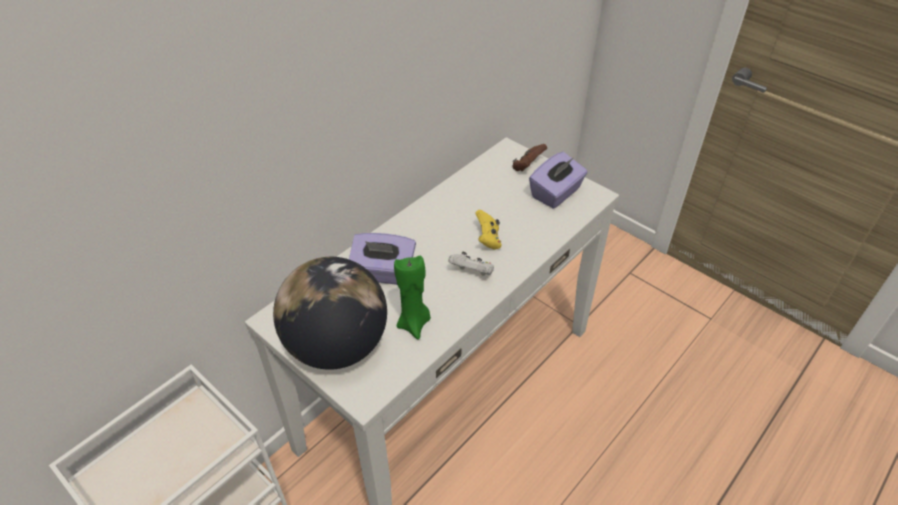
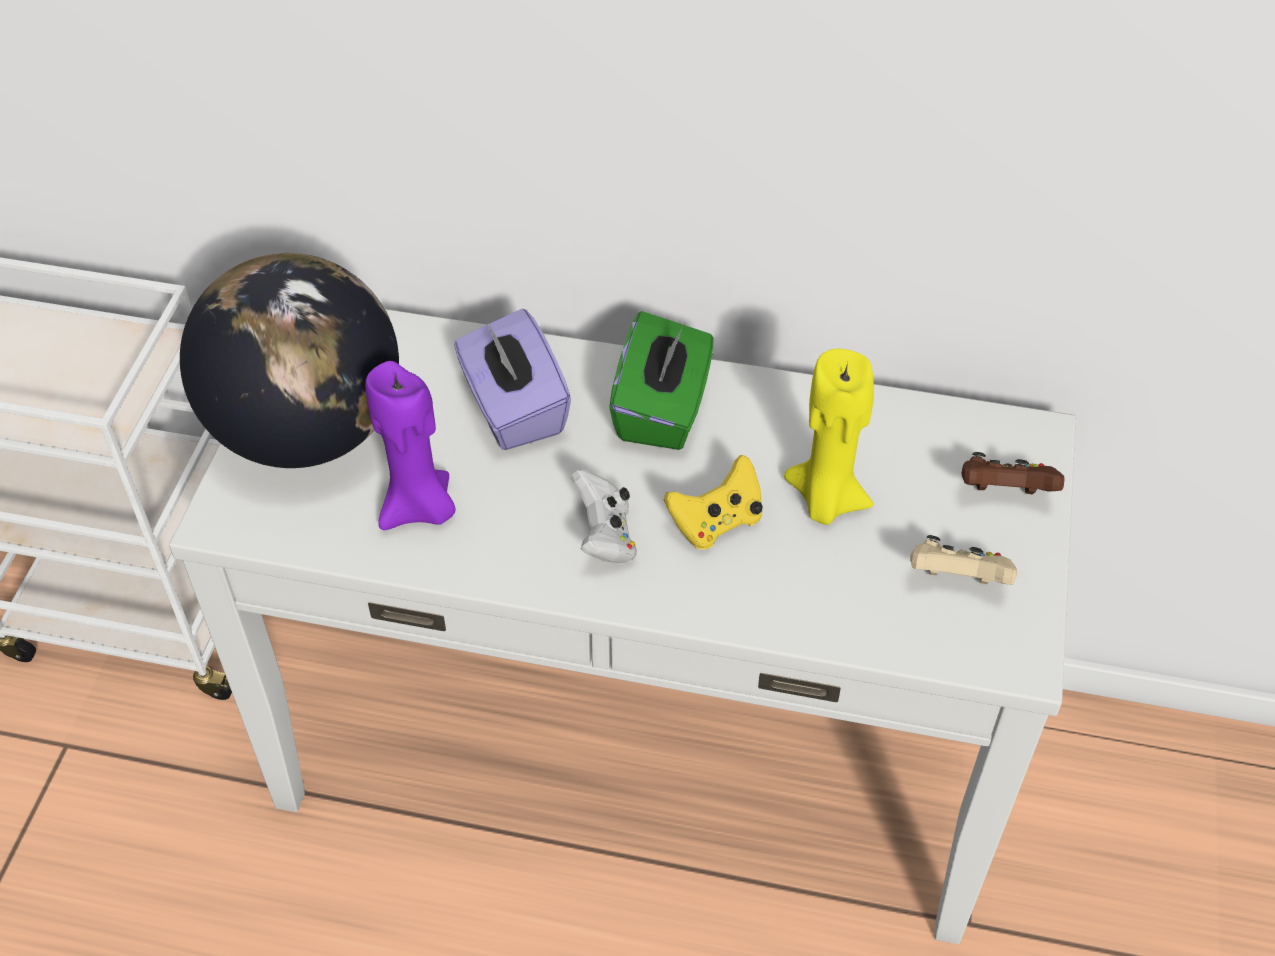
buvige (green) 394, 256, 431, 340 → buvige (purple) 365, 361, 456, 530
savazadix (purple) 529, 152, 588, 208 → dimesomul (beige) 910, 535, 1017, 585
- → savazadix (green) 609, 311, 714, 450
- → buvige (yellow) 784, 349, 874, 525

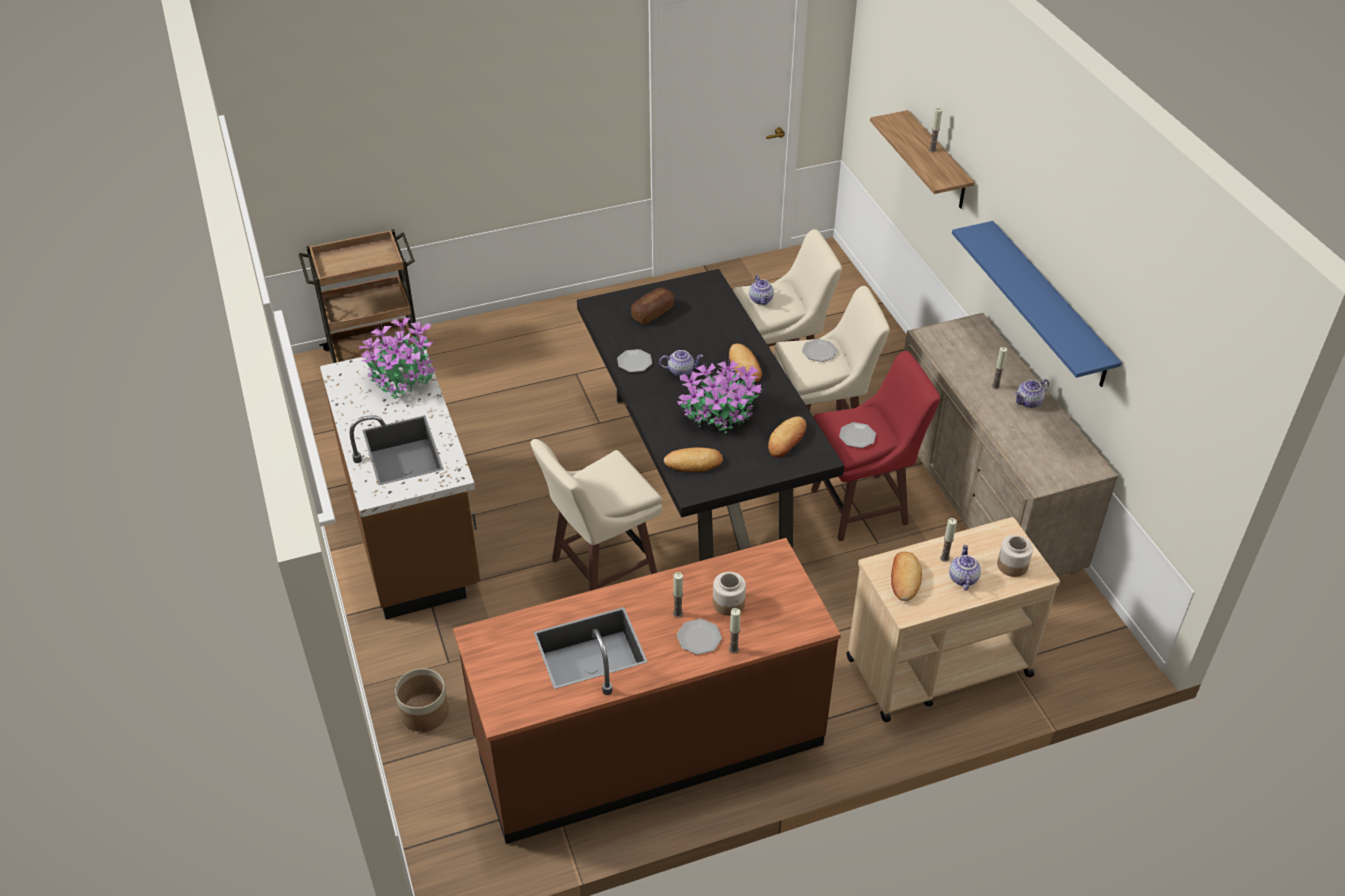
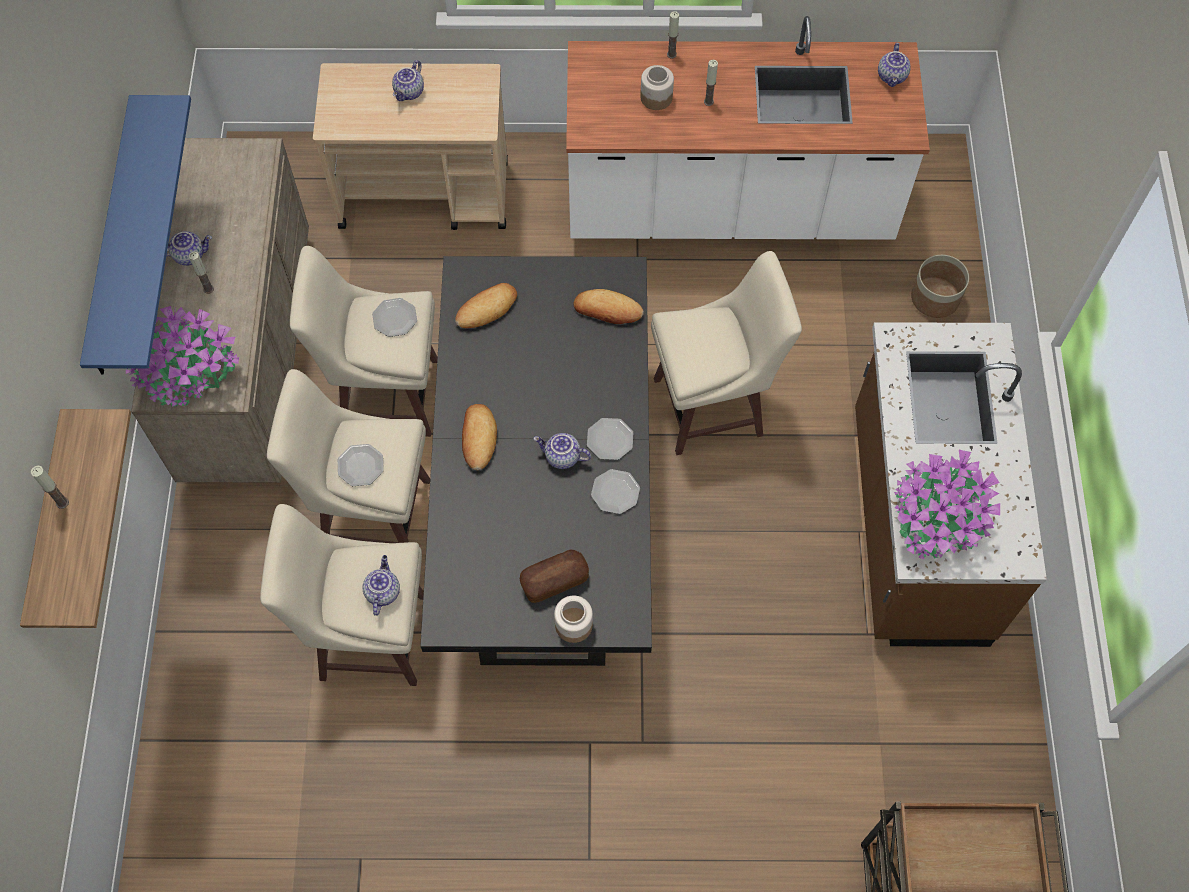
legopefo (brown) 453, 538, 841, 844 → legopefo (white) 566, 16, 930, 240
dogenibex 677, 361, 762, 433 → dogenibex 126, 306, 239, 407, relocated
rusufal 677, 619, 722, 655 → rusufal 587, 418, 633, 460, relocated
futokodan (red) 811, 351, 940, 541 → futokodan (beige) 290, 246, 438, 437
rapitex 891, 552, 922, 601 → -
buvige 940, 518, 957, 562 → -
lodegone 997, 535, 1033, 577 → lodegone 554, 596, 593, 643, relocated
- → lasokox 878, 43, 911, 87

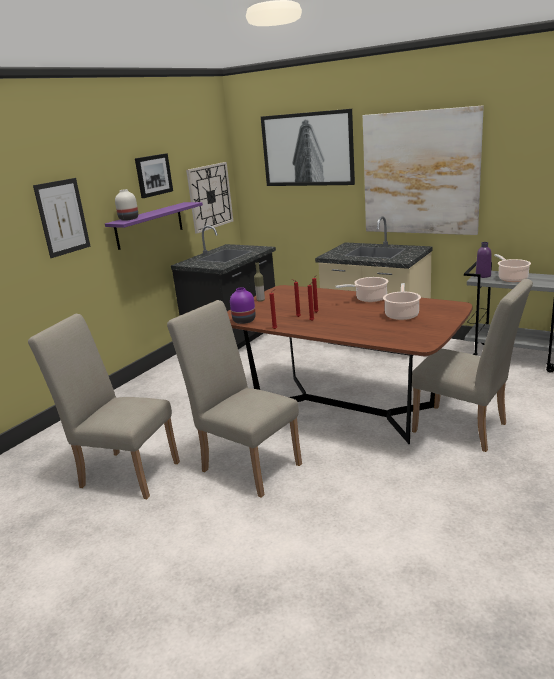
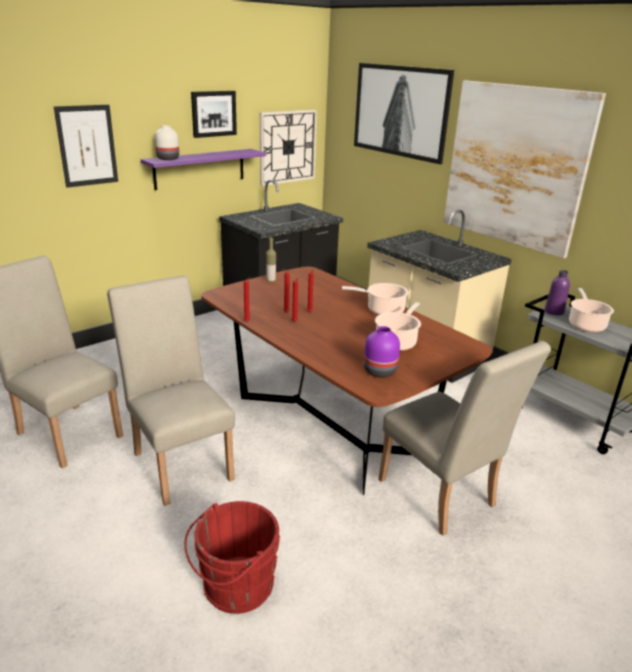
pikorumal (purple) 230, 287, 256, 324 → pikorumal (purple) 364, 326, 400, 378, relocated
- → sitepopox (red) 184, 501, 280, 614

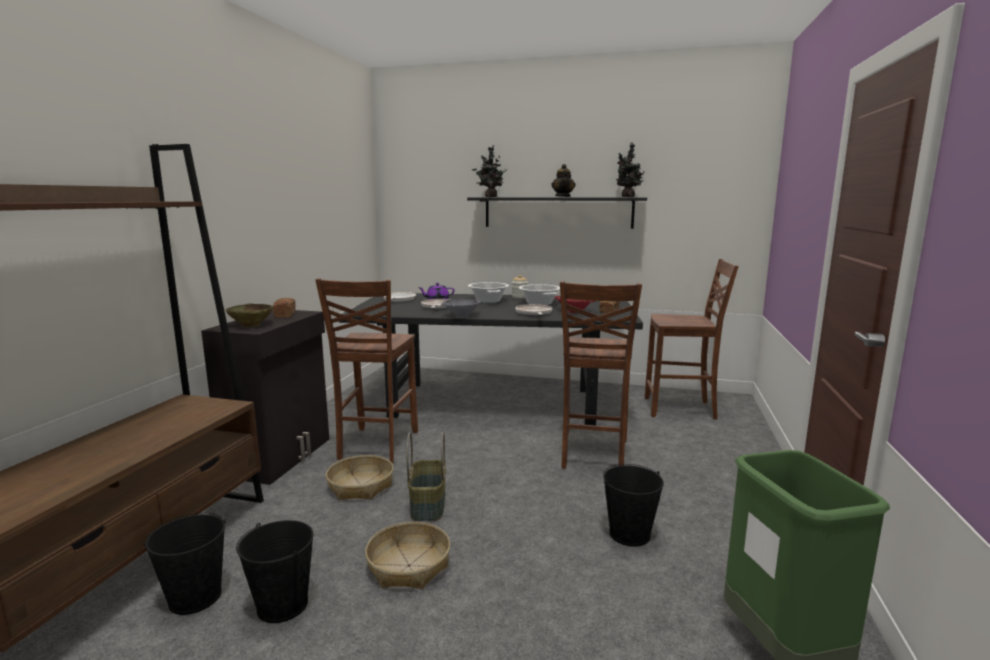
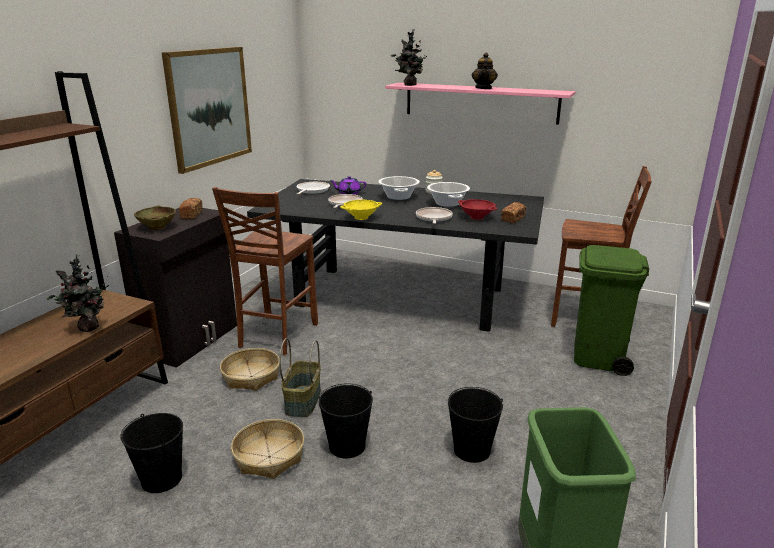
sitepopox (black) 144, 513, 226, 615 → sitepopox (black) 319, 383, 373, 458, relocated
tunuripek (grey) 441, 299, 482, 317 → tunuripek (yellow) 340, 200, 382, 220
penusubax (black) 467, 197, 647, 229 → penusubax (pink) 385, 83, 575, 125
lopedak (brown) 560, 281, 642, 469 → -
dogenibex 616, 143, 644, 197 → dogenibex 47, 254, 109, 332, relocated
- → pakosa 162, 47, 252, 174
- → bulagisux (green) 574, 245, 649, 376

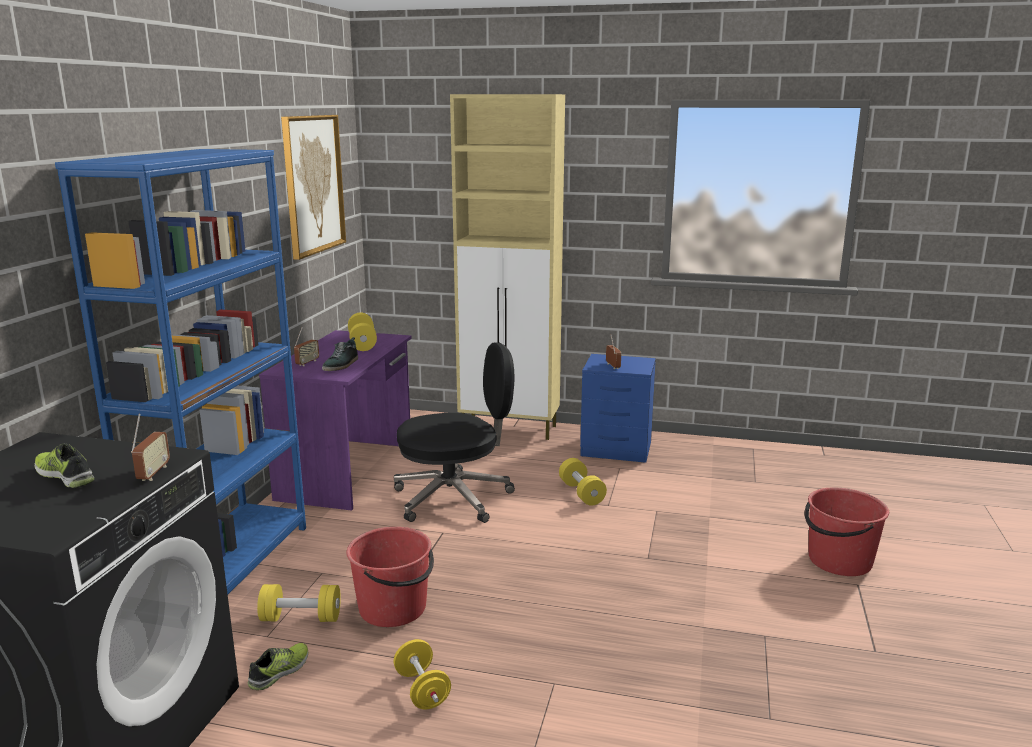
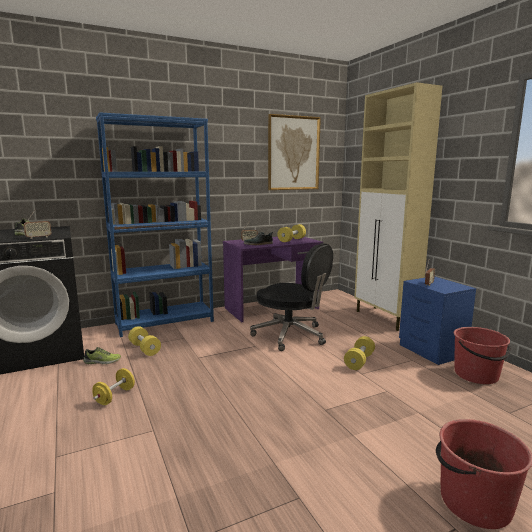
sitepopox (red) 346, 527, 434, 627 → sitepopox (red) 454, 327, 511, 384, relocated

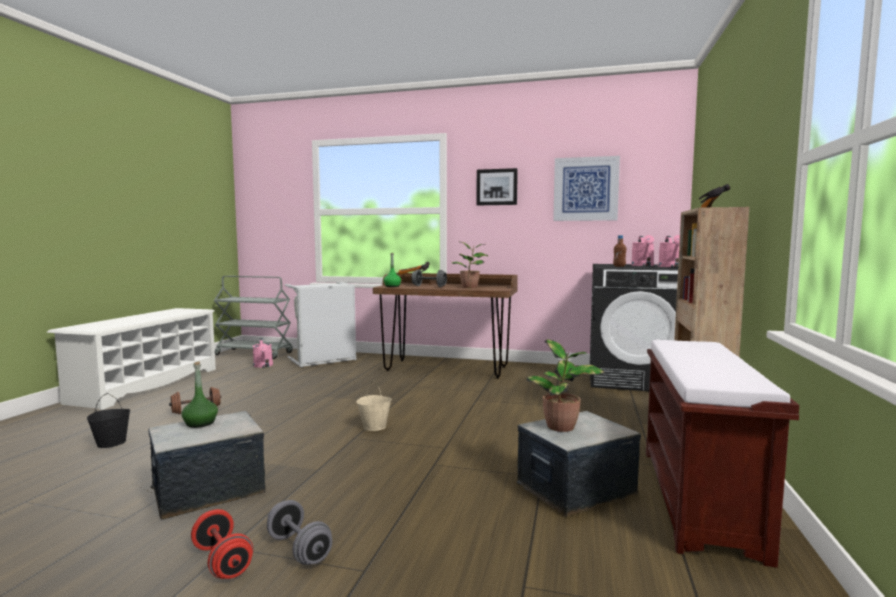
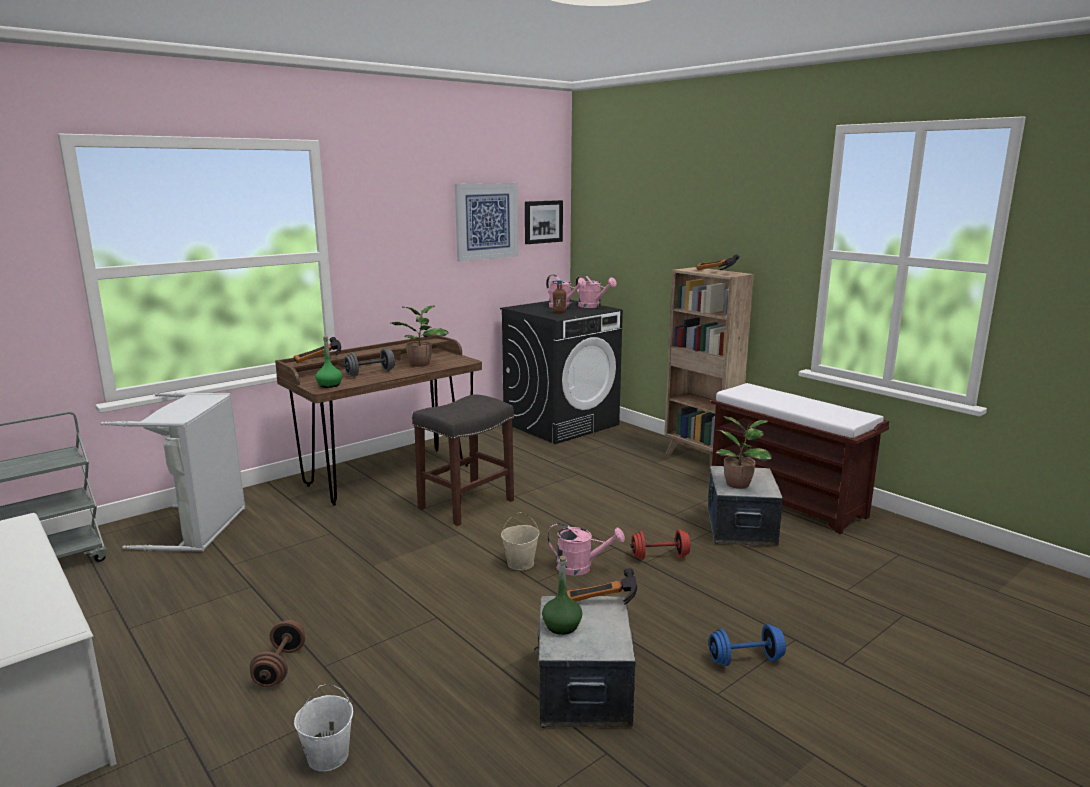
sitepopox (black) 87, 393, 131, 448 → sitepopox (white) 294, 685, 353, 772
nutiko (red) 191, 509, 253, 579 → nutiko (red) 631, 529, 690, 560, relocated
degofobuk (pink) 253, 338, 273, 368 → degofobuk (pink) 547, 523, 625, 576, relocated
nutiko (grey) 267, 500, 332, 565 → nutiko (blue) 709, 624, 786, 666
pakosa 476, 168, 518, 205 → pakosa 525, 200, 563, 244, relocated
- → futokodan (grey) 412, 394, 514, 526
- → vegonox 567, 568, 637, 605

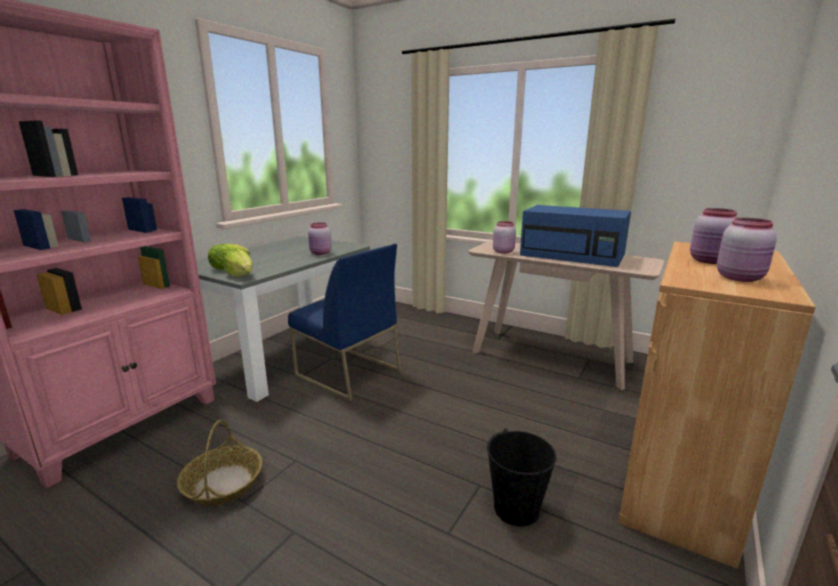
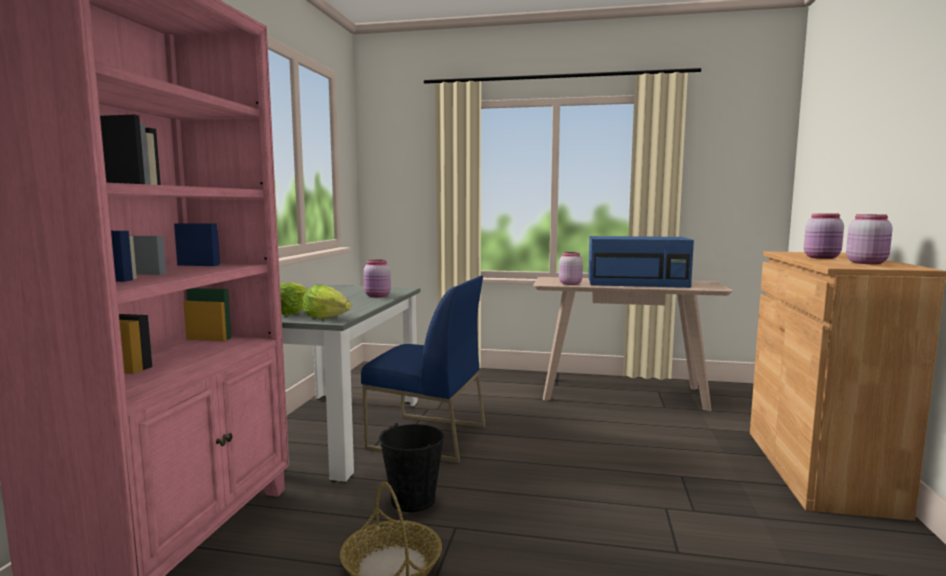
sitepopox (black) 487, 428, 556, 526 → sitepopox (black) 379, 423, 444, 512, relocated

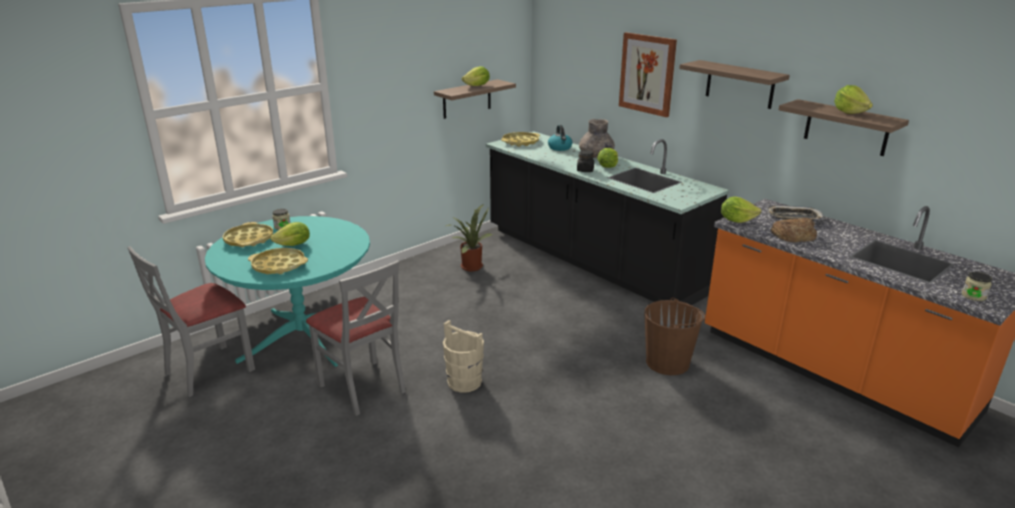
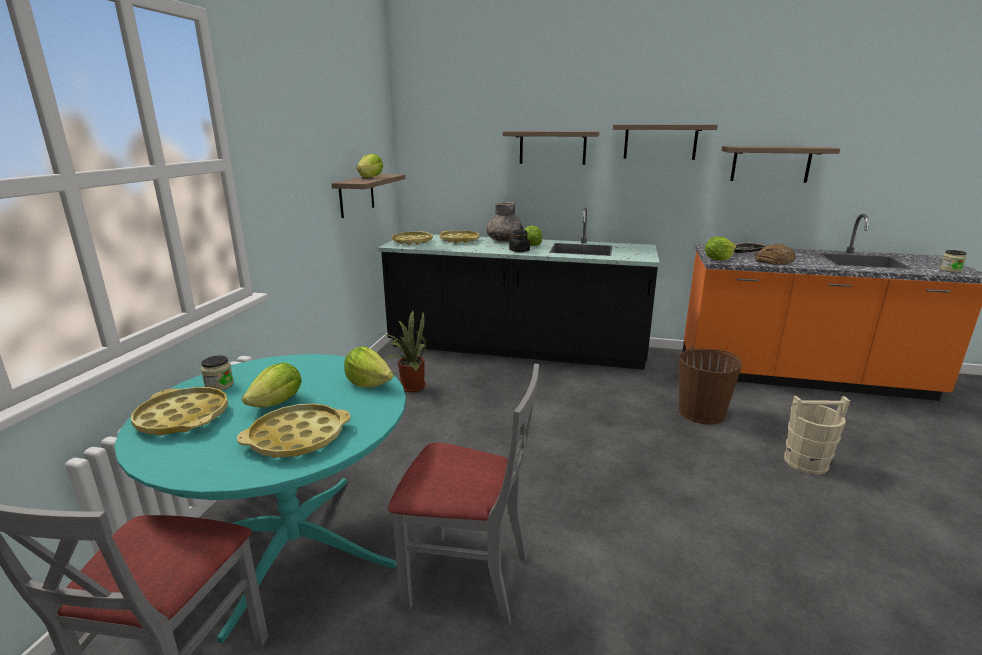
sitepopox (beige) 443, 320, 484, 393 → sitepopox (beige) 784, 396, 850, 475, relocated
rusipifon 548, 125, 572, 151 → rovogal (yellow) 440, 231, 479, 244
pakosa 619, 32, 677, 117 → penusubax 503, 131, 599, 165
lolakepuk 834, 85, 873, 114 → lolakepuk 344, 347, 393, 388, relocated

